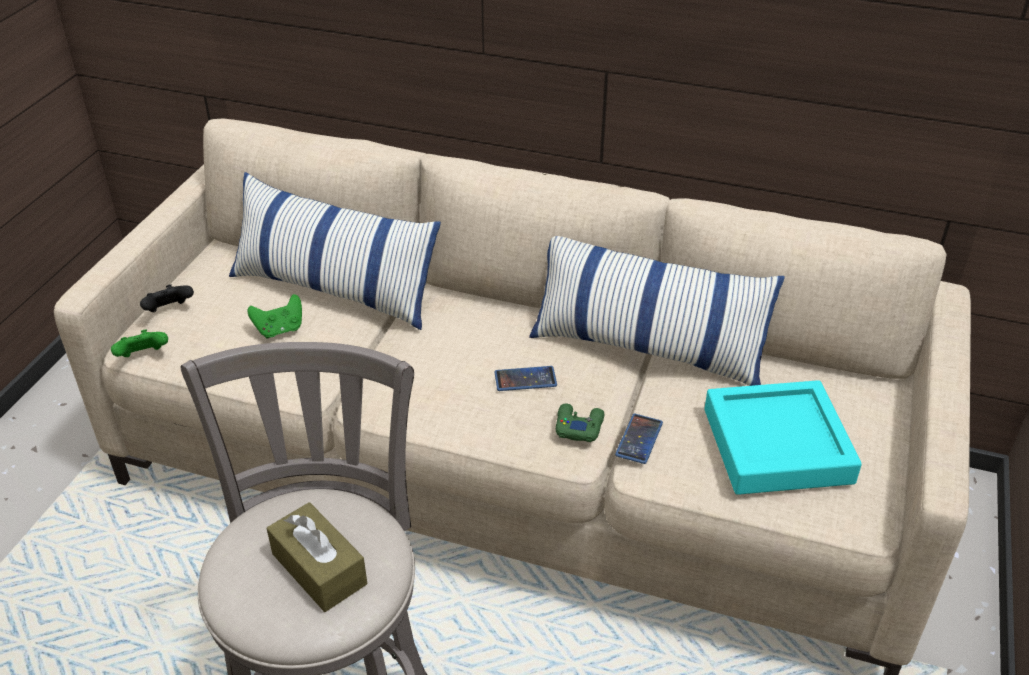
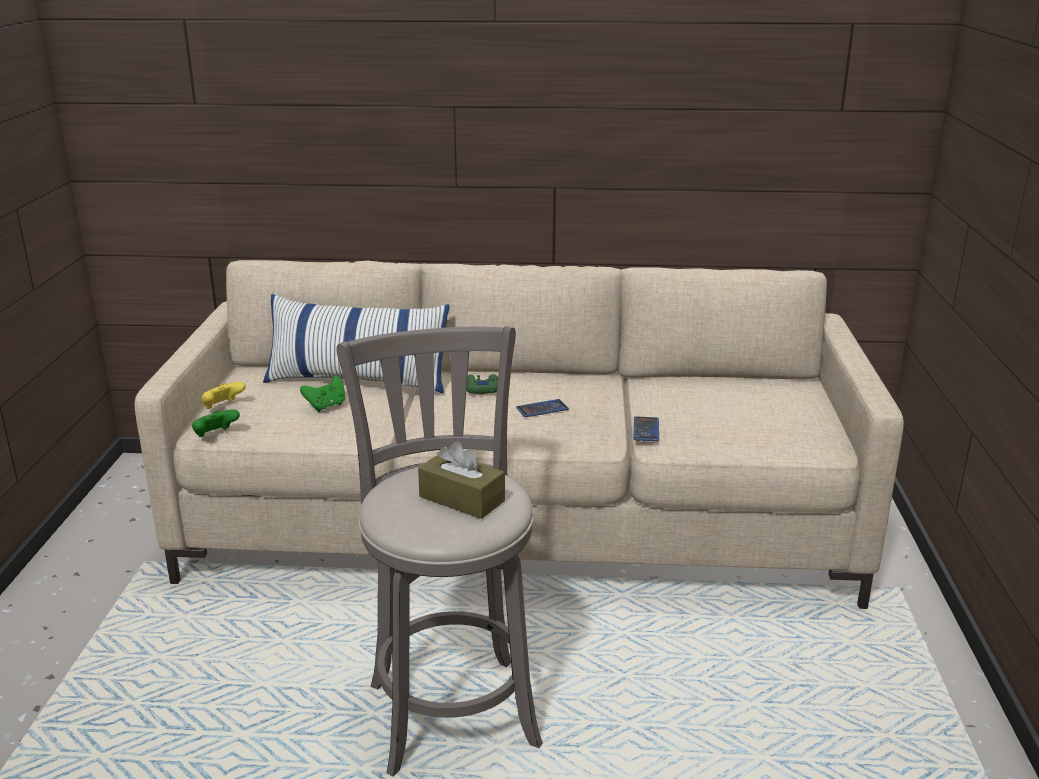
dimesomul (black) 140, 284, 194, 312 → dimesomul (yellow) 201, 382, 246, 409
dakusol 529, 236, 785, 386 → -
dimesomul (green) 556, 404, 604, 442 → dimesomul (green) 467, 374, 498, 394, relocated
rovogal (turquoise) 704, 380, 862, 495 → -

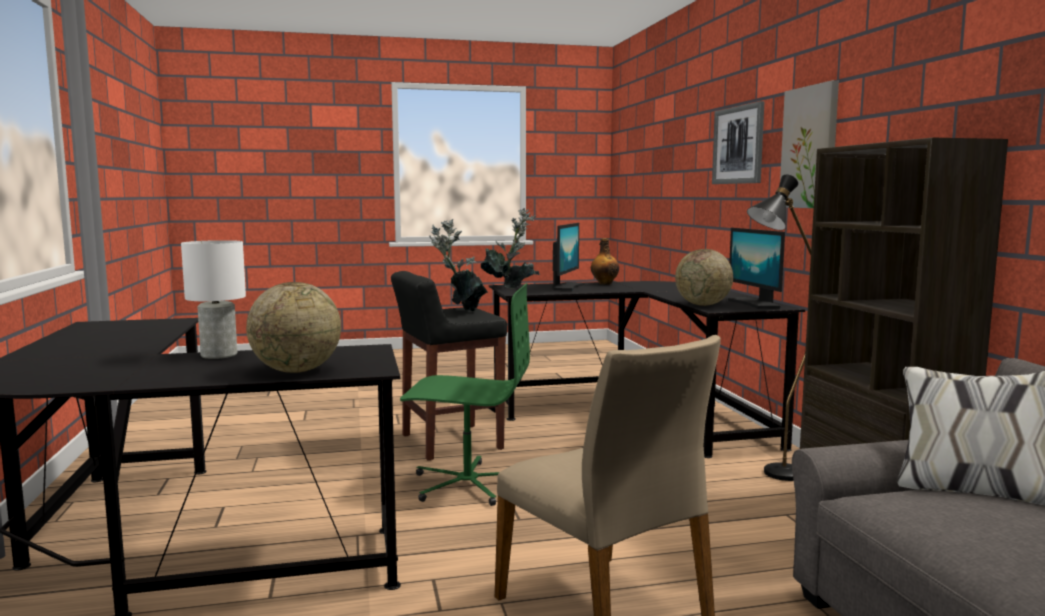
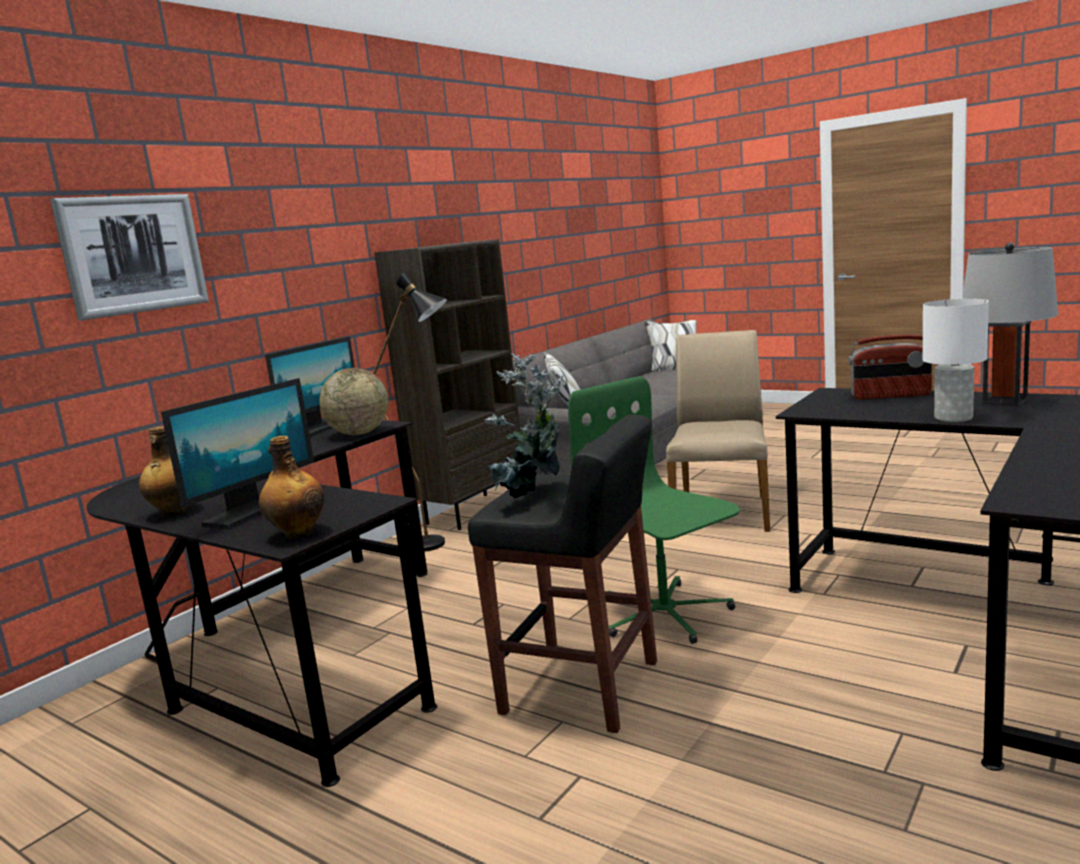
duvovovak 246, 282, 341, 373 → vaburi 848, 334, 932, 399
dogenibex 481, 208, 540, 288 → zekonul 259, 436, 325, 538
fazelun 553, 223, 584, 291 → fazelun 161, 378, 314, 529, 150 degrees clockwise
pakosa 780, 80, 839, 208 → -
- → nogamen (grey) 962, 243, 1058, 406

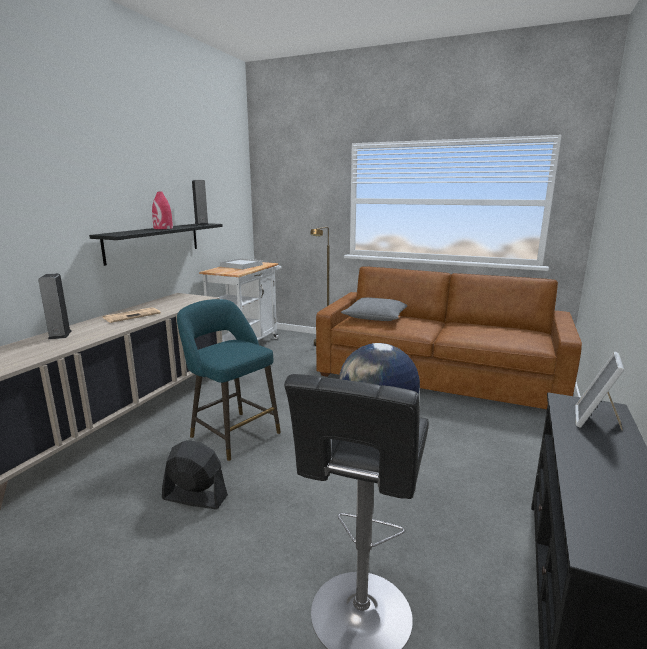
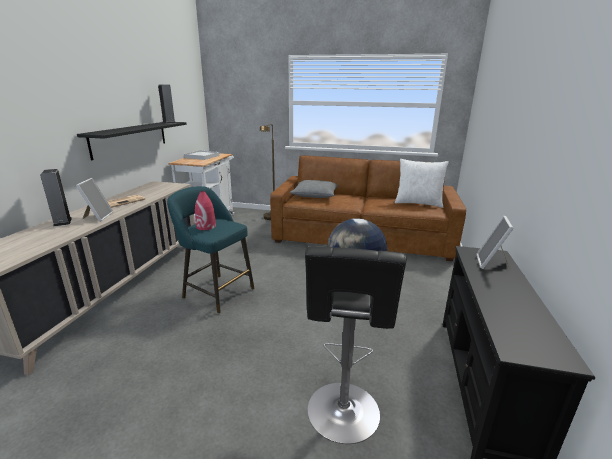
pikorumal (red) 152, 192, 173, 229 → pikorumal (red) 195, 191, 216, 230, relocated
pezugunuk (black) 162, 440, 228, 509 → -
- → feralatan 76, 178, 113, 222
- → dakusol (white) 395, 159, 449, 208

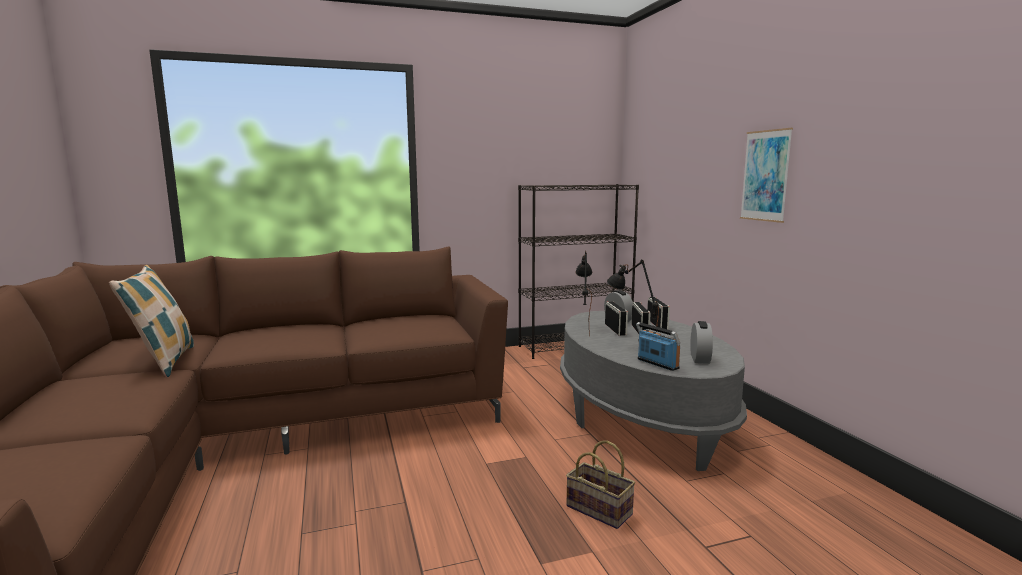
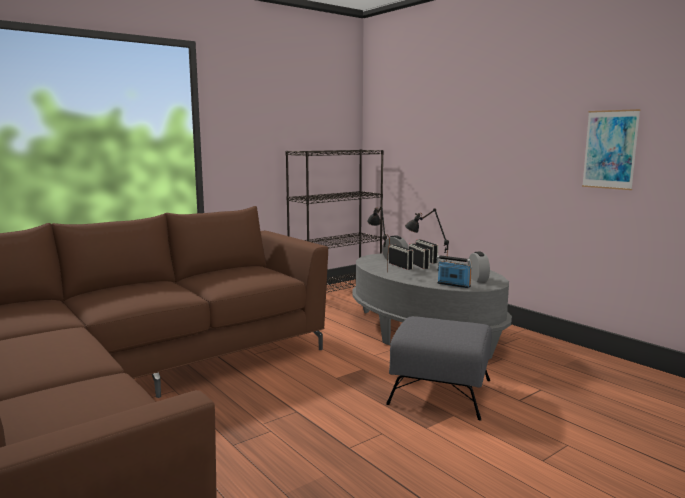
dakusol 109, 265, 194, 377 → -
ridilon 566, 440, 635, 529 → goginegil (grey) 386, 316, 491, 421
pakosa 740, 128, 793, 223 → pakosa 582, 109, 641, 190, relocated

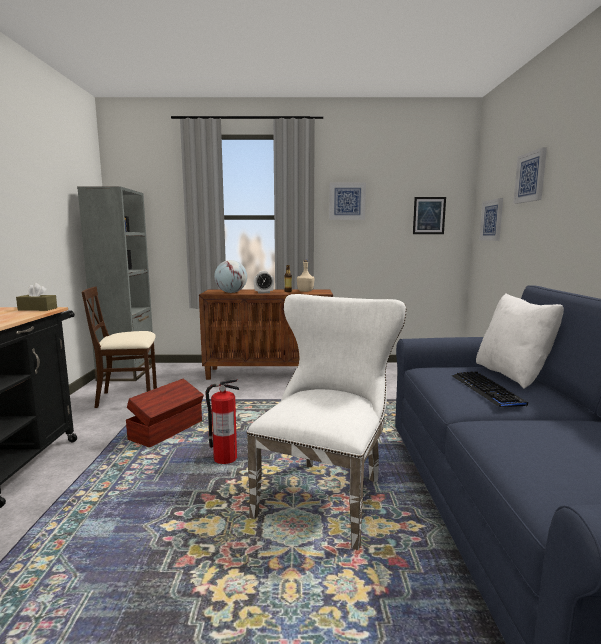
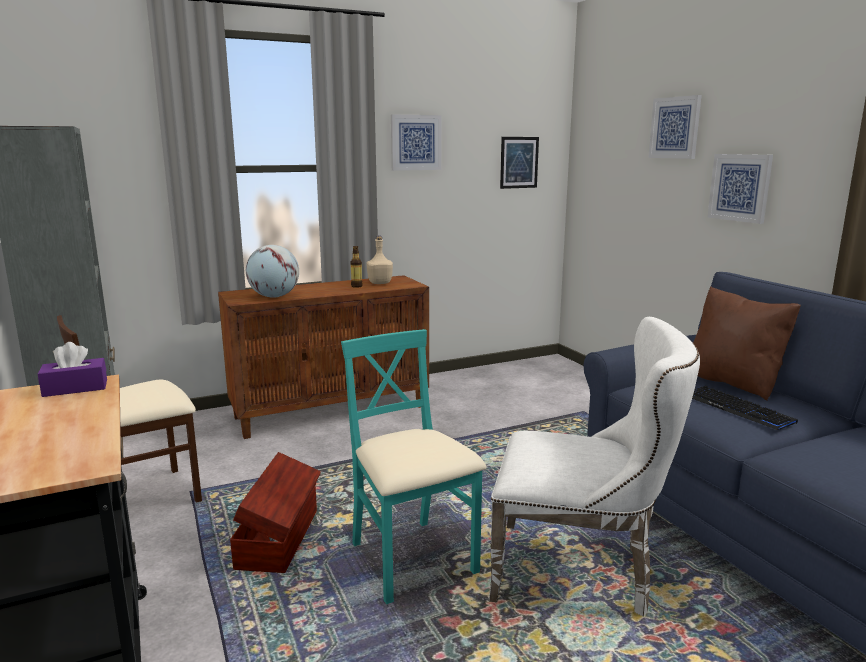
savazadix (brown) 16, 283, 57, 311 → savazadix (purple) 38, 342, 107, 397
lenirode 205, 379, 239, 464 → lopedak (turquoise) 341, 329, 486, 604
lopedak (white) 247, 294, 406, 550 → lopedak (white) 489, 317, 700, 616, 105 degrees clockwise
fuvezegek 254, 271, 274, 294 → -
dakusol (white) 476, 293, 564, 389 → dakusol (brown) 693, 286, 801, 401
pakosa 479, 198, 503, 241 → pakosa 708, 154, 773, 224, relocated

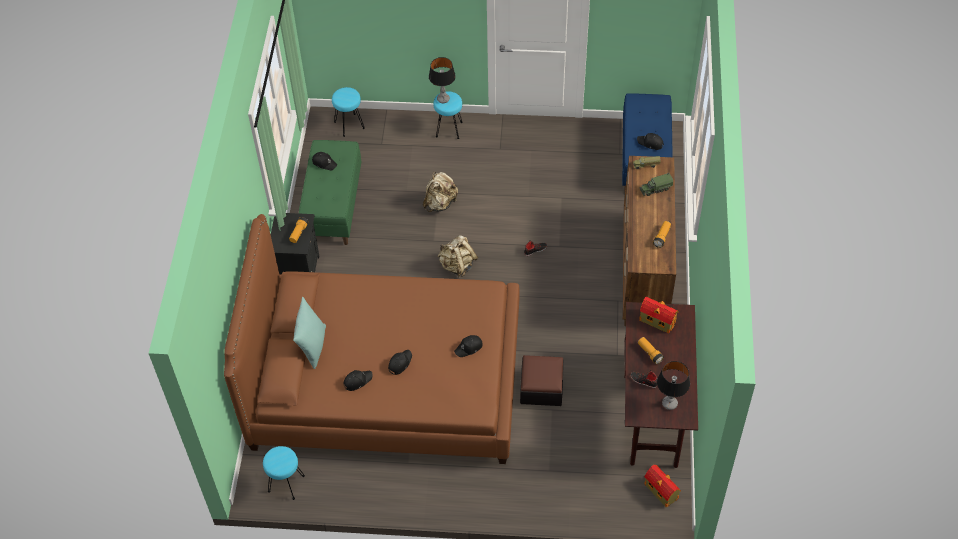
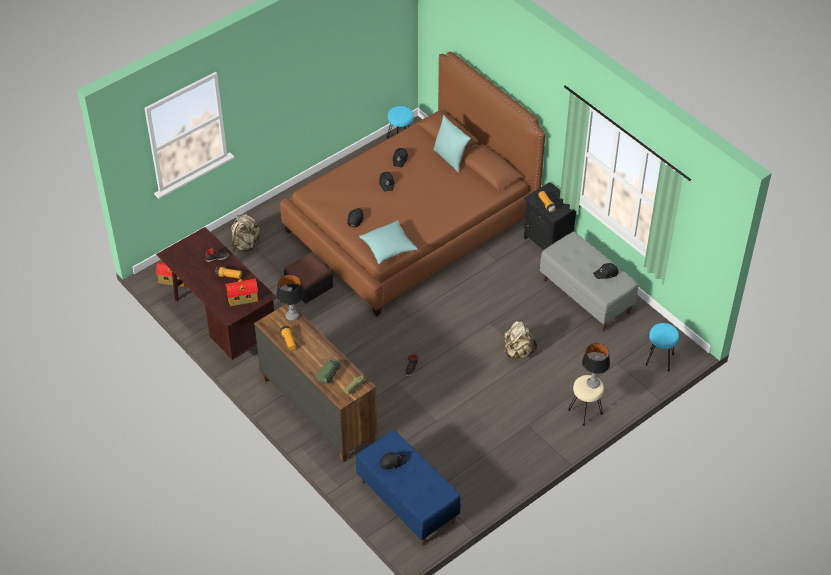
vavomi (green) 299, 140, 361, 245 → vavomi (grey) 540, 232, 638, 331
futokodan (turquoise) 433, 91, 463, 139 → futokodan (beige) 568, 375, 604, 426
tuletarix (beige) 437, 235, 478, 278 → tuletarix (beige) 231, 214, 261, 253, relocated
nogamen 657, 361, 690, 410 → nogamen 276, 274, 305, 321, relocated
- → dakusol (turquoise) 359, 220, 418, 264

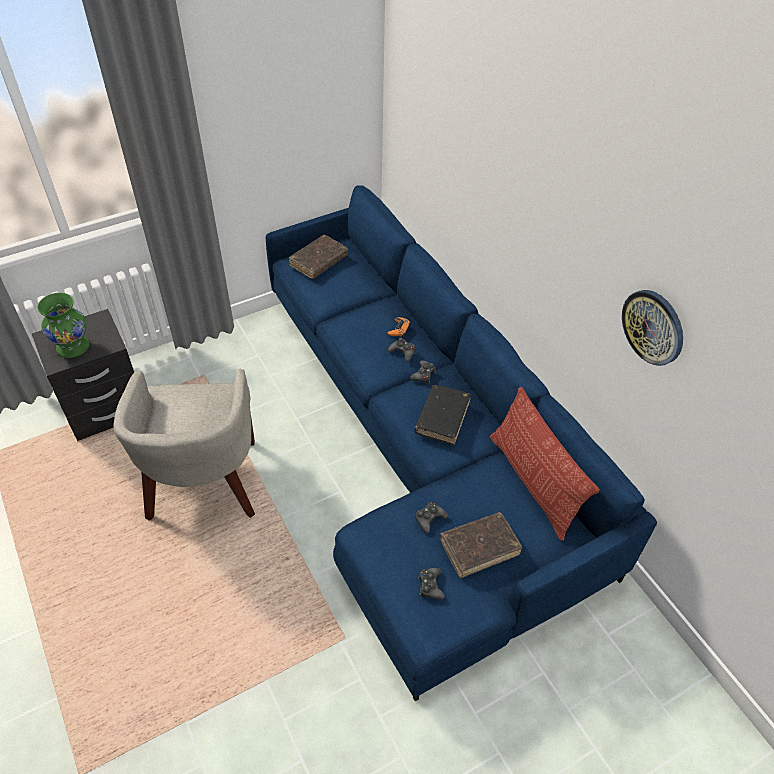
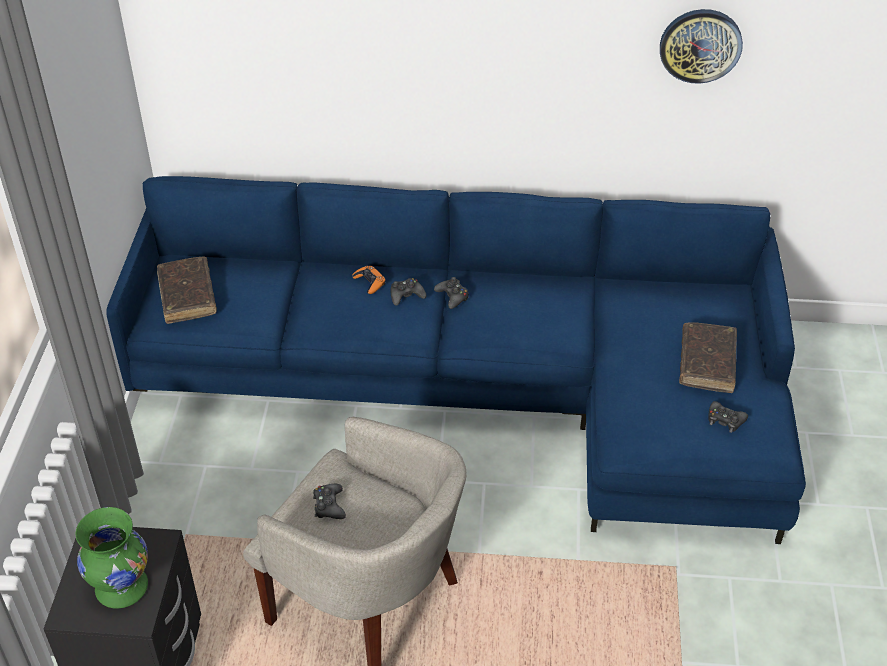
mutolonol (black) 415, 385, 471, 445 → -
dimesomul (black) 415, 502, 448, 533 → dimesomul (black) 313, 484, 346, 519, relocated
dakusol 490, 387, 600, 541 → -

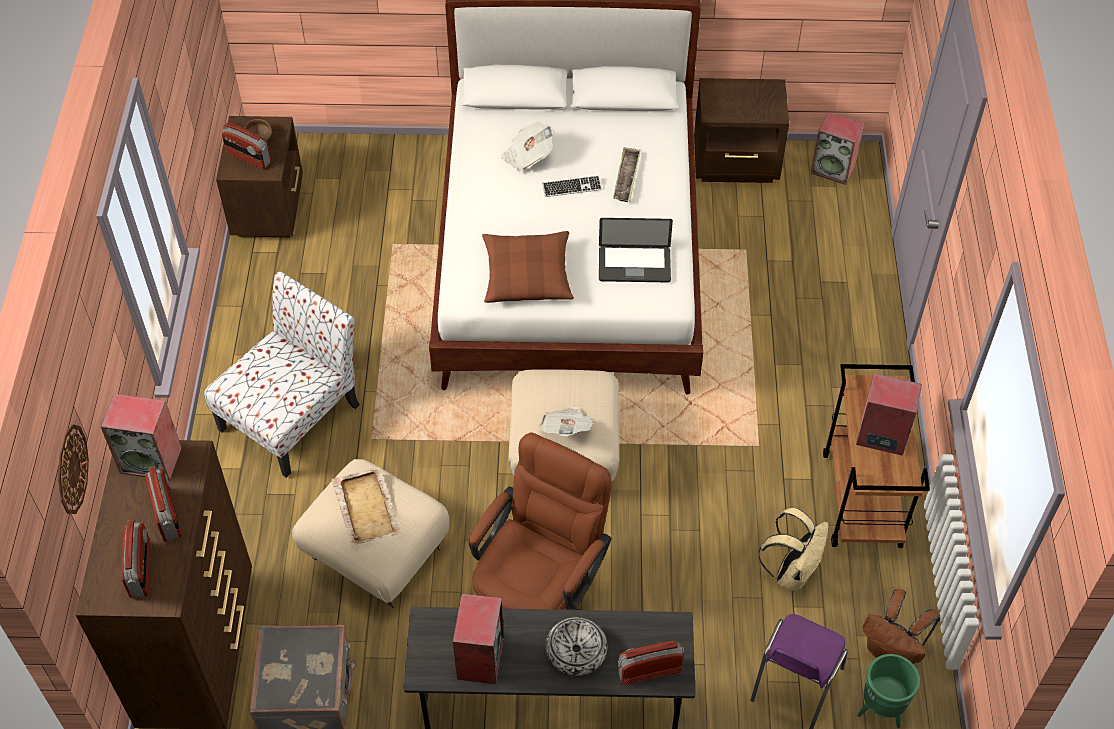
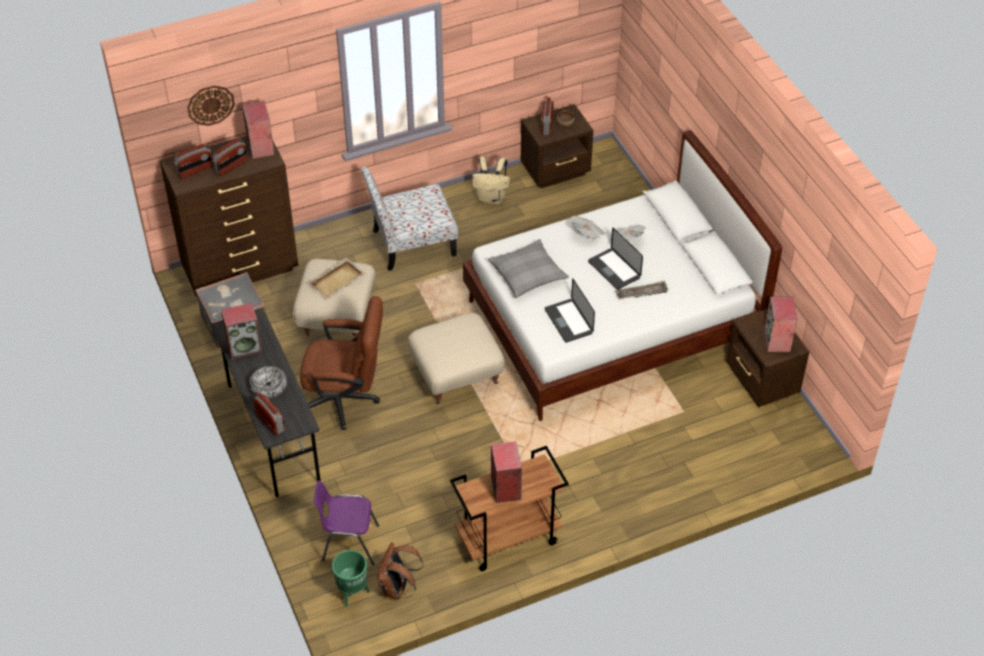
lopedak 204, 271, 360, 478 → lopedak 361, 167, 458, 271, 150 degrees clockwise
dakusol (brown) 482, 231, 574, 303 → dakusol (grey) 488, 239, 569, 298
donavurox 539, 406, 594, 436 → donavurox 570, 216, 606, 239, relocated
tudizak 542, 175, 602, 197 → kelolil 588, 228, 643, 290
tuletarix (beige) 758, 508, 828, 591 → tuletarix (beige) 472, 156, 510, 204, relocated
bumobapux 811, 112, 864, 185 → bumobapux 764, 297, 797, 352, relocated

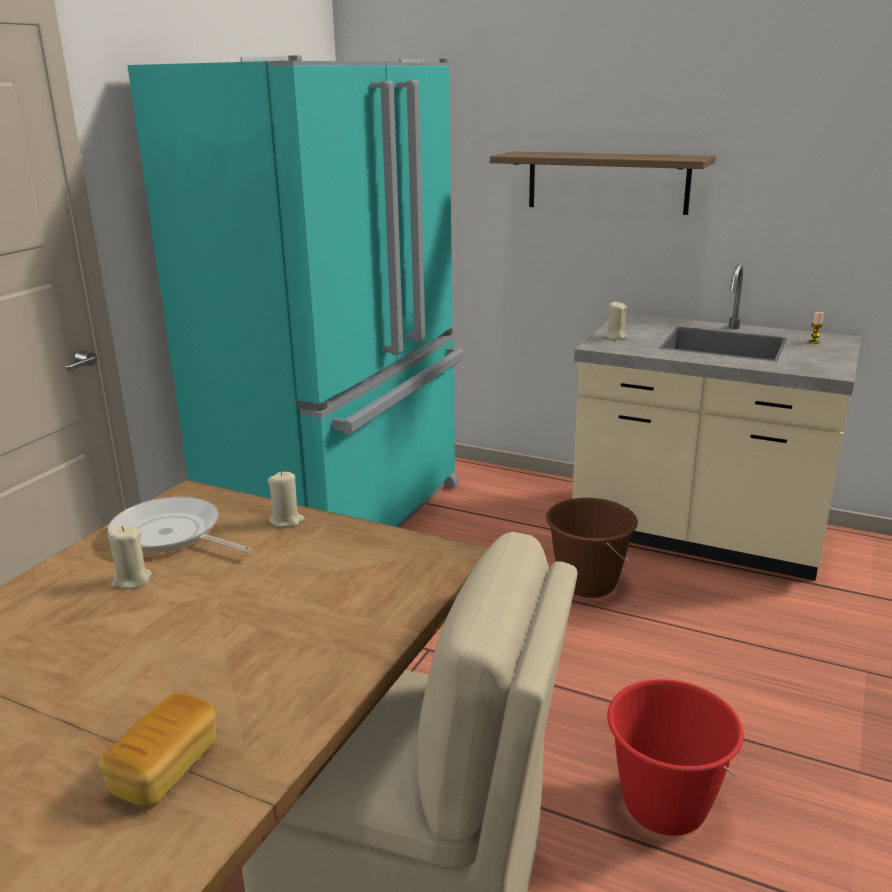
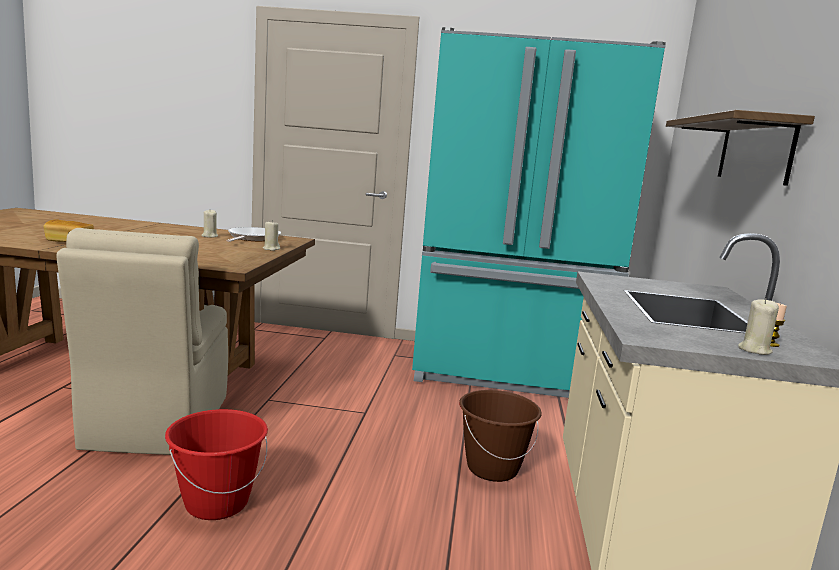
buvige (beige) 604, 302, 627, 340 → buvige (beige) 738, 298, 779, 355, relocated

